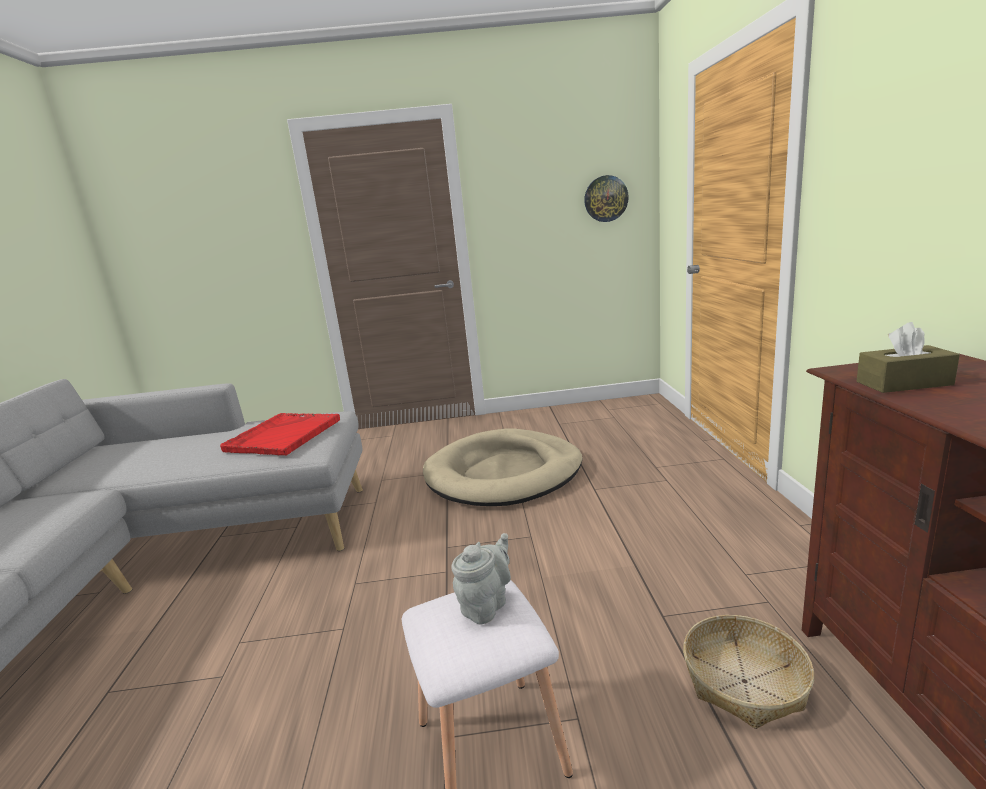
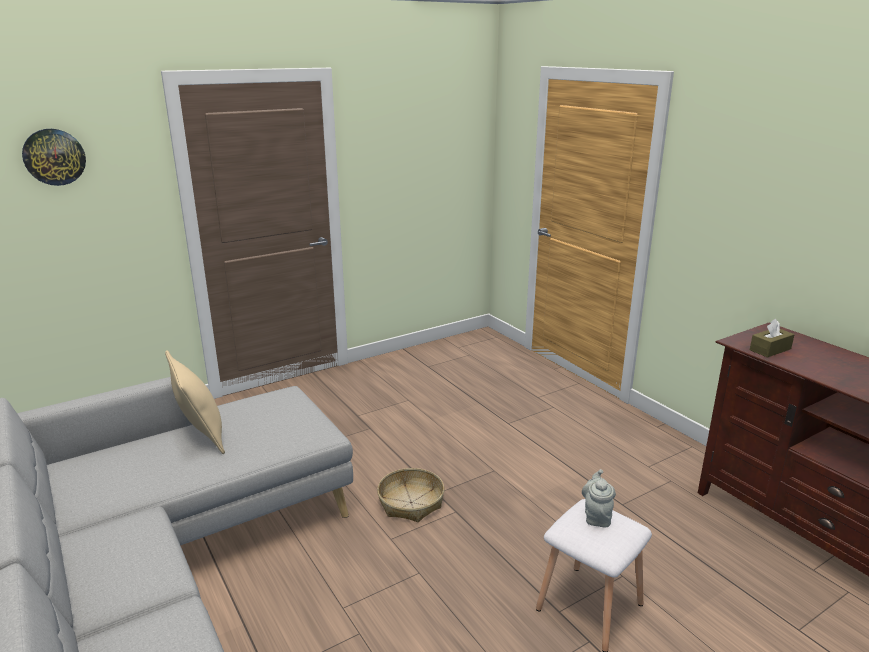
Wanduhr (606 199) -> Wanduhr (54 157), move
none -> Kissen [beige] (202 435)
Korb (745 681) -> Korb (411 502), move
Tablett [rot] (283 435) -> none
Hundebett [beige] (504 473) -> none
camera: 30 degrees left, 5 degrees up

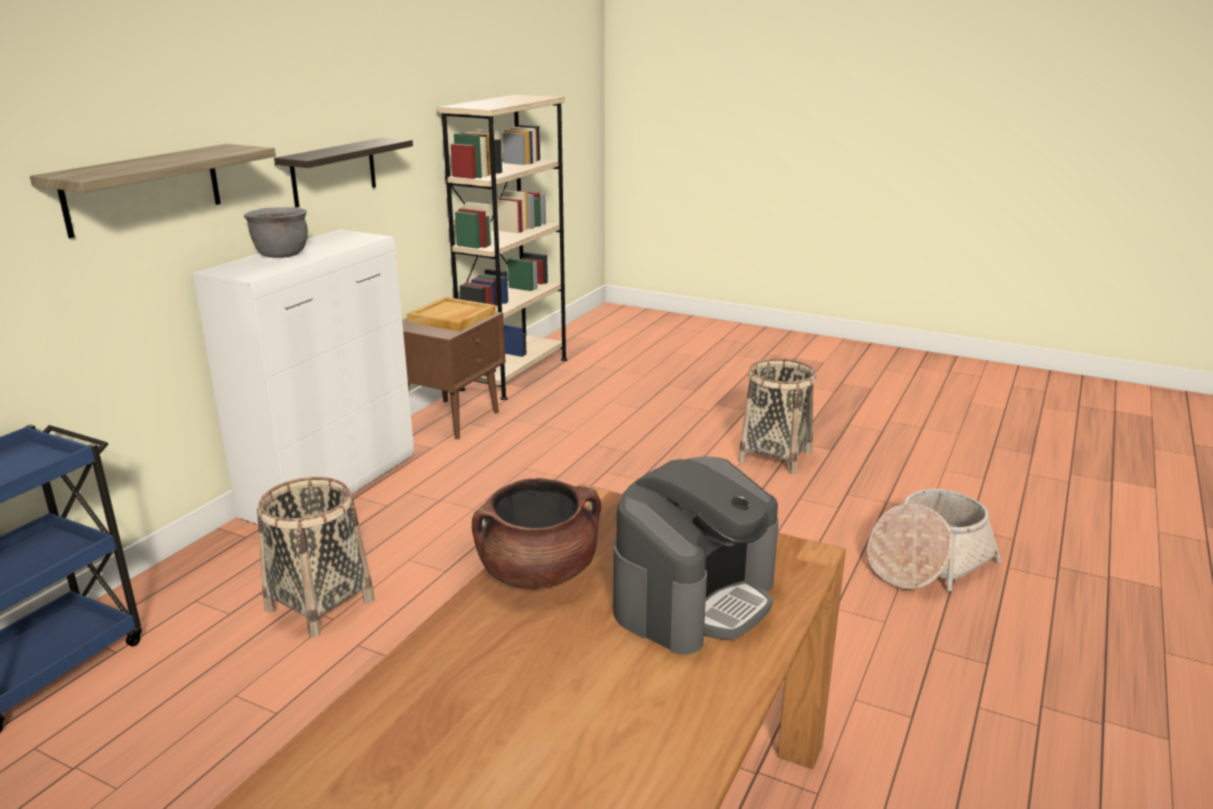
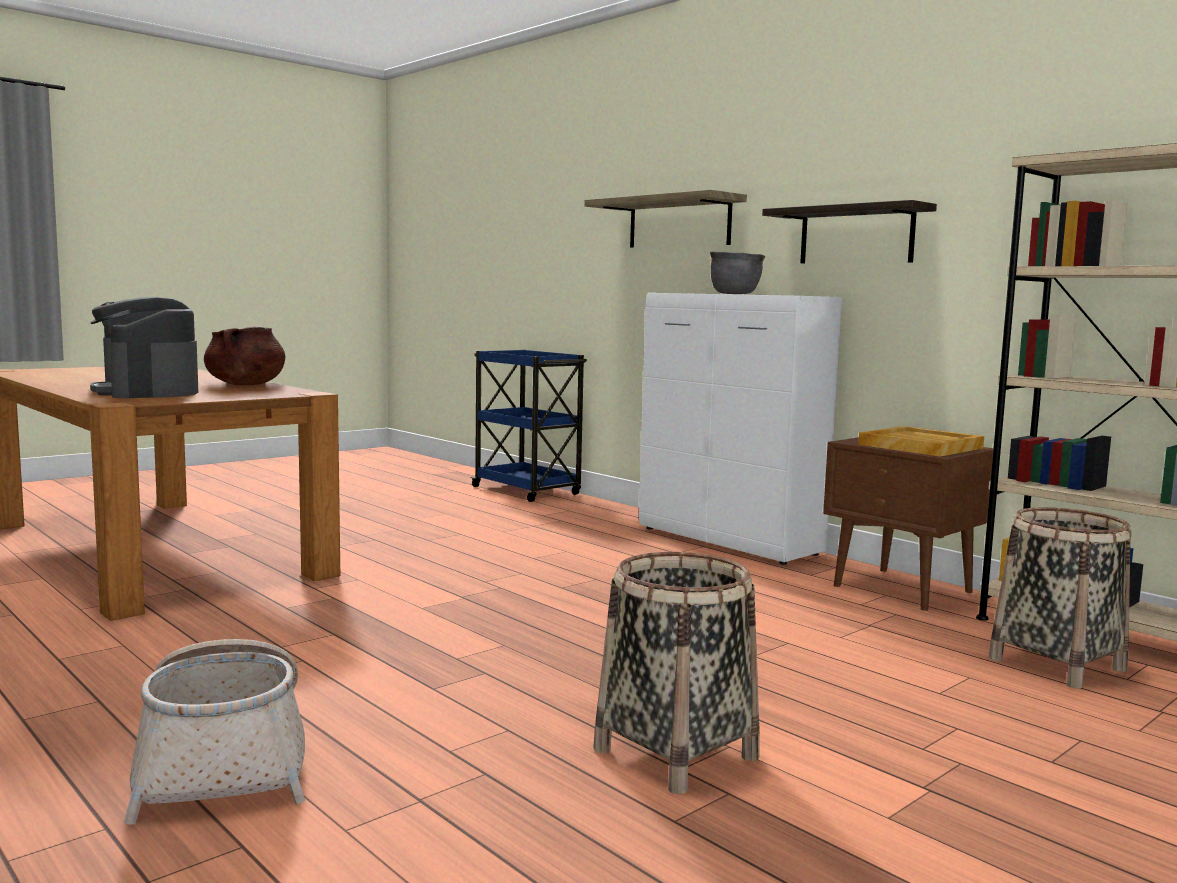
Korb (320 604) -> Korb (1057 664), move
camera: 110 degrees right, 15 degrees down

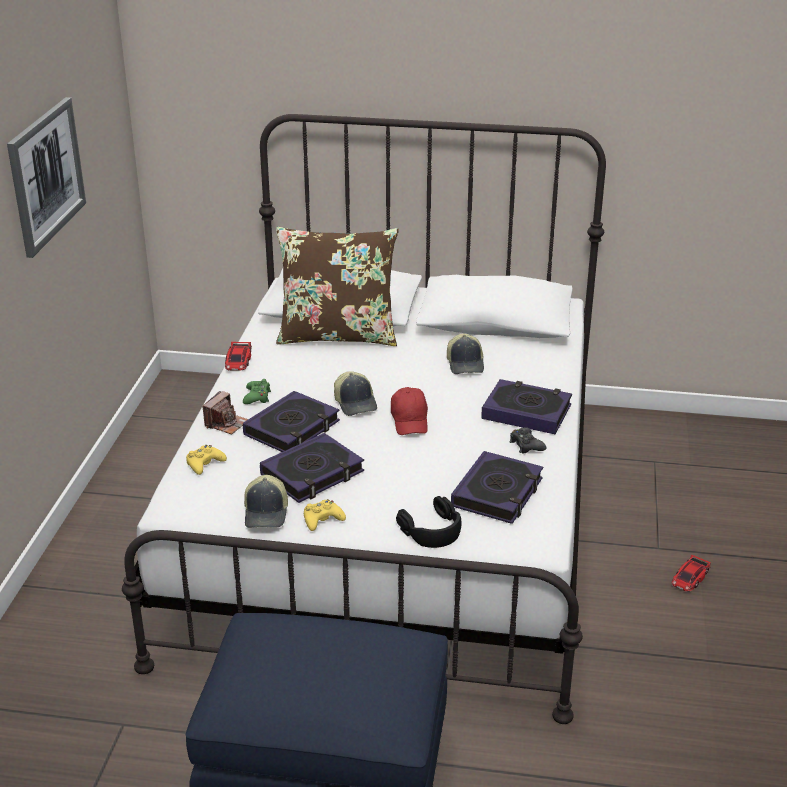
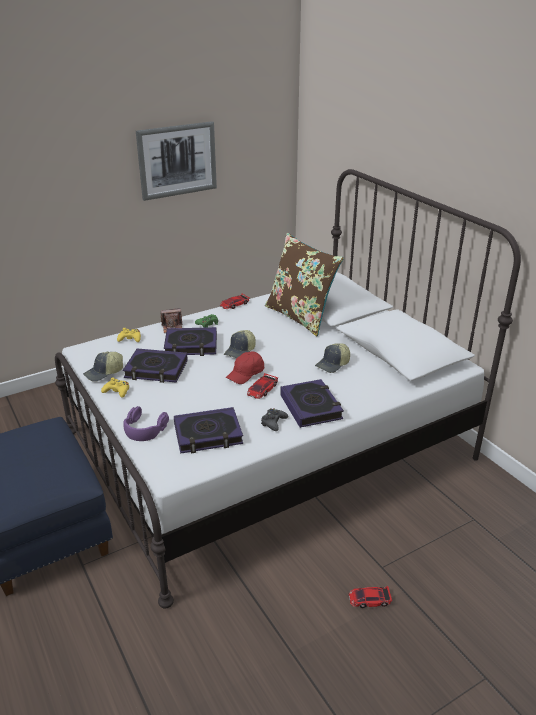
Kopfhörer [schwarz] (432 530) -> Kopfhörer [lila] (144 429)
none -> Spielzeugauto (262 389)
camera: 50 degrees right, 0 degrees up

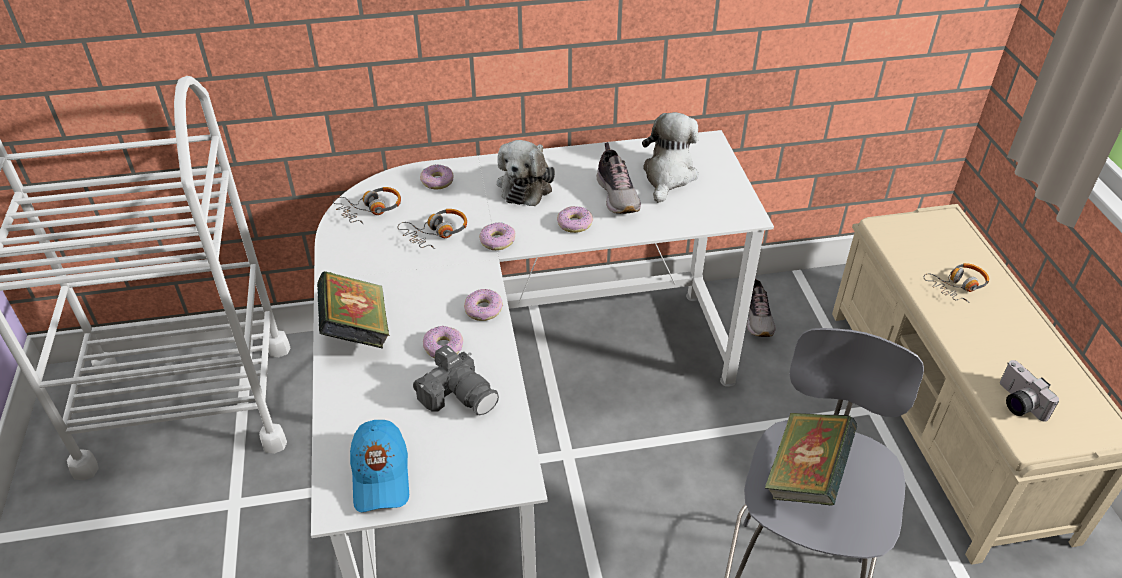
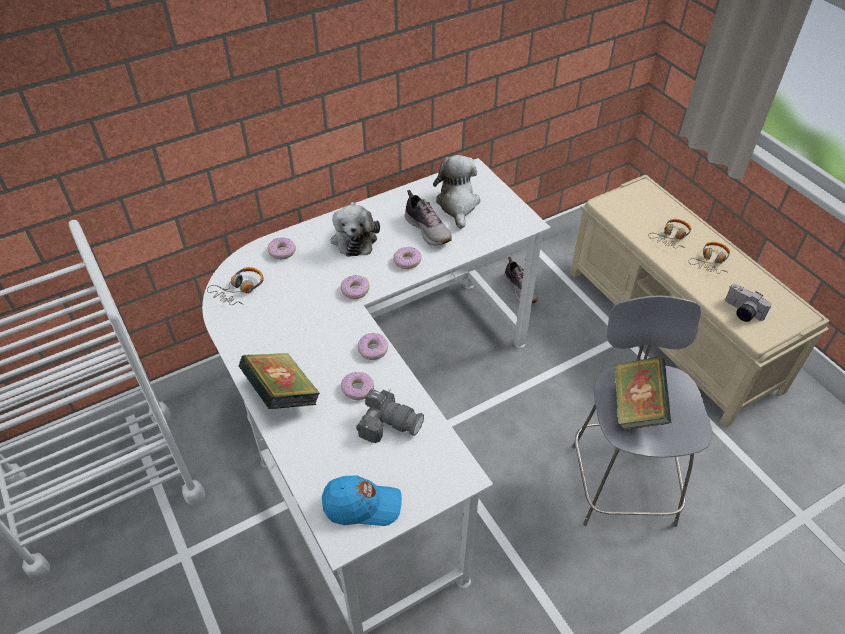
Kappe [blau] (380 475) -> Kappe [blau] (362 506), 60 degrees counterclockwise
Kopfhörer (436 233) -> Kopfhörer (710 261), move
camera: 20 degrees left, 5 degrees up

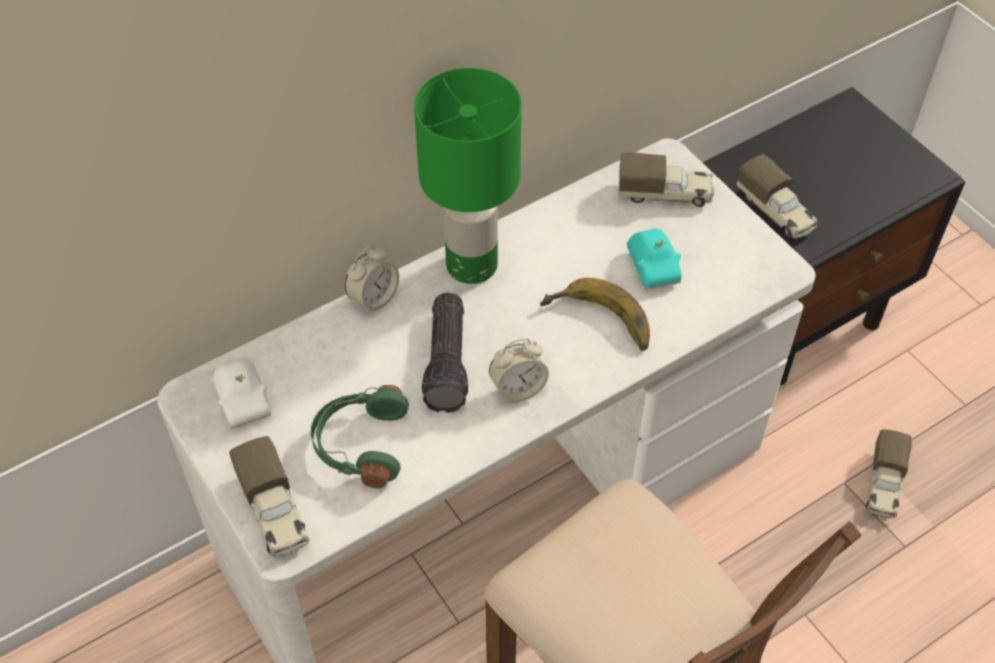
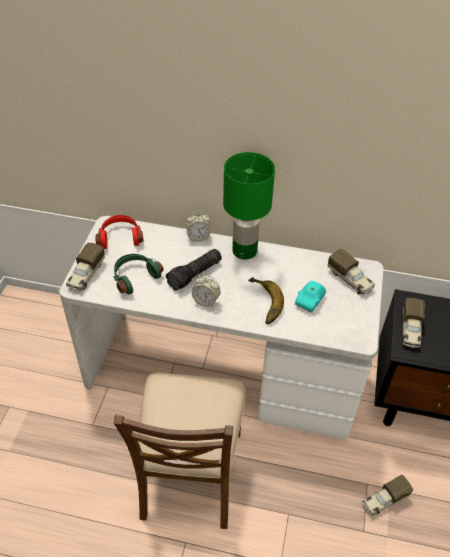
Spielzeugauto [weiß] (244 400) -> Kopfhörer [rot] (120 237)
camera: 45 degrees right, 5 degrees down

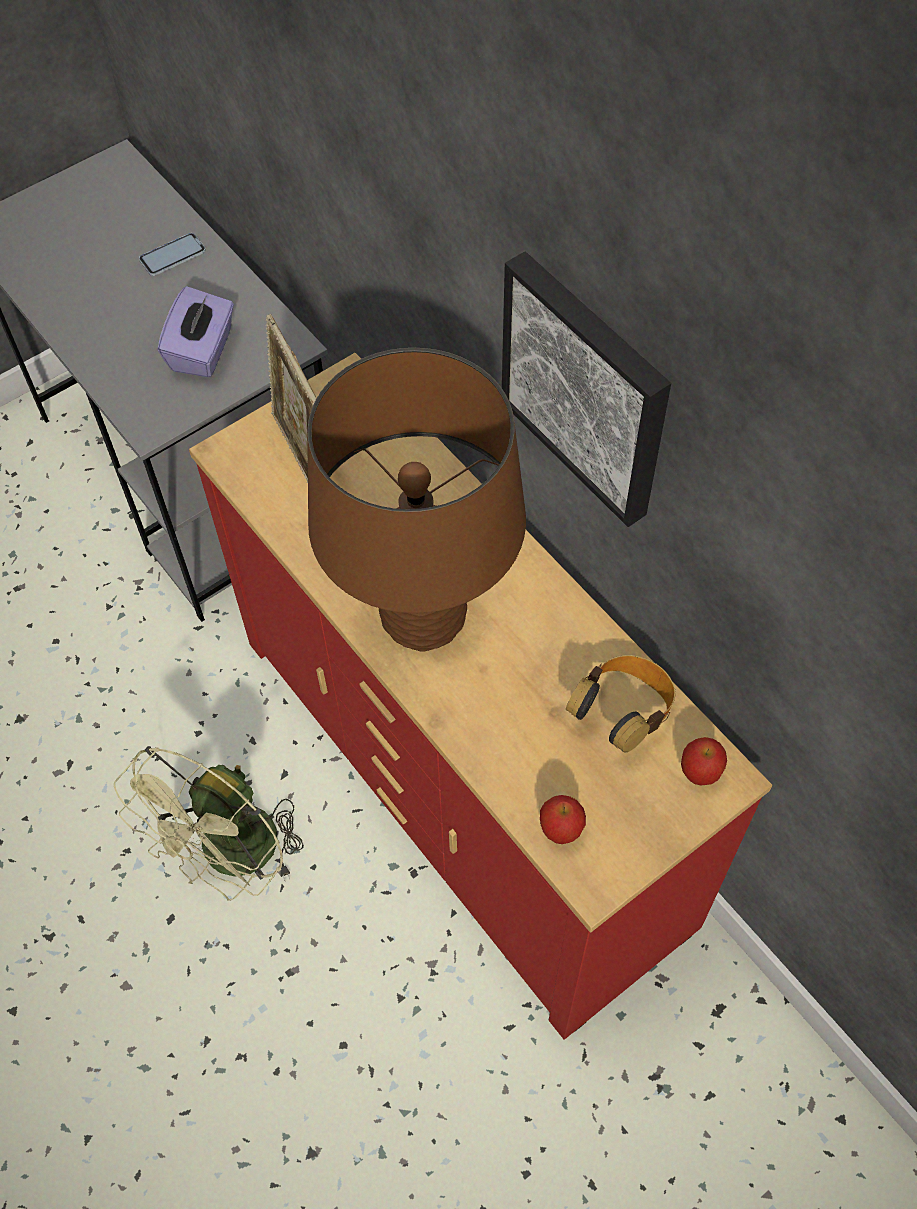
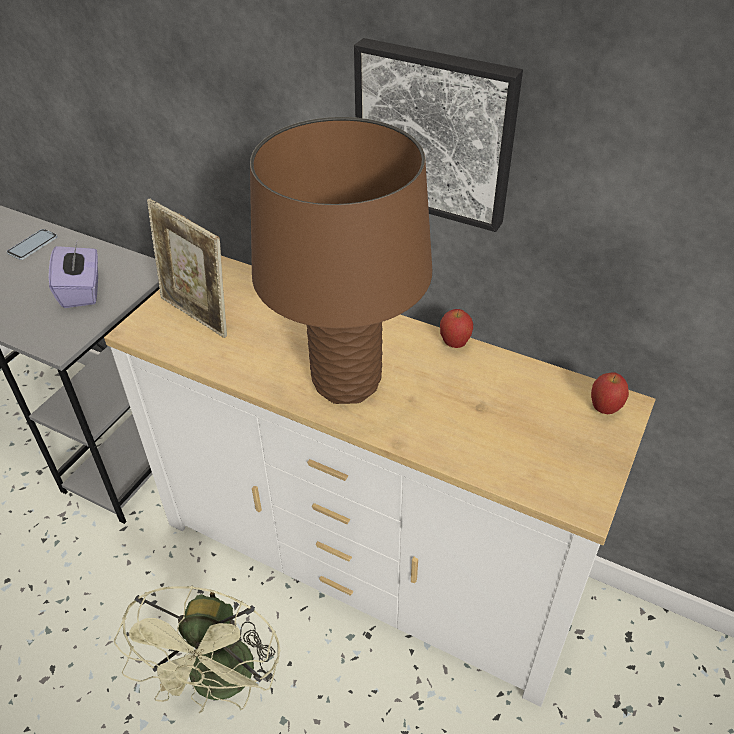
Kommode [rot] (464 777) -> Kommode [weiß] (370 554)
Apfel (560 831) -> Apfel (454 344), move
Kopfhörer (623 713) -> none
camera: 25 degrees left, 15 degrees down

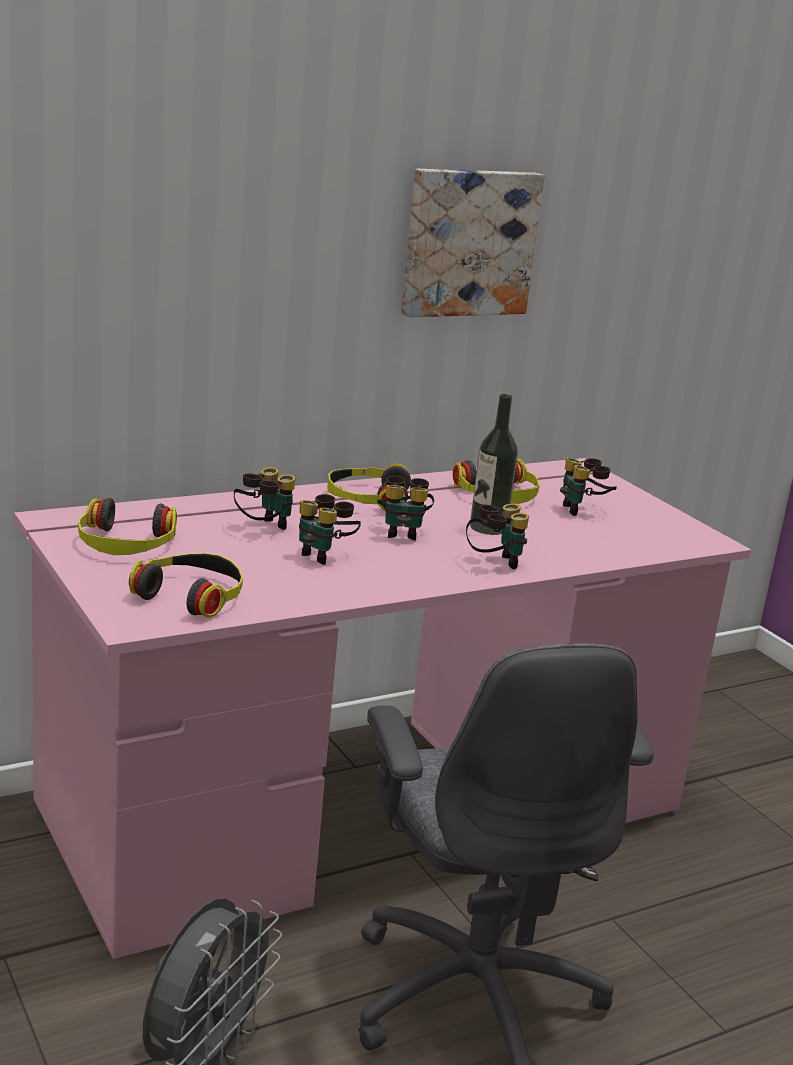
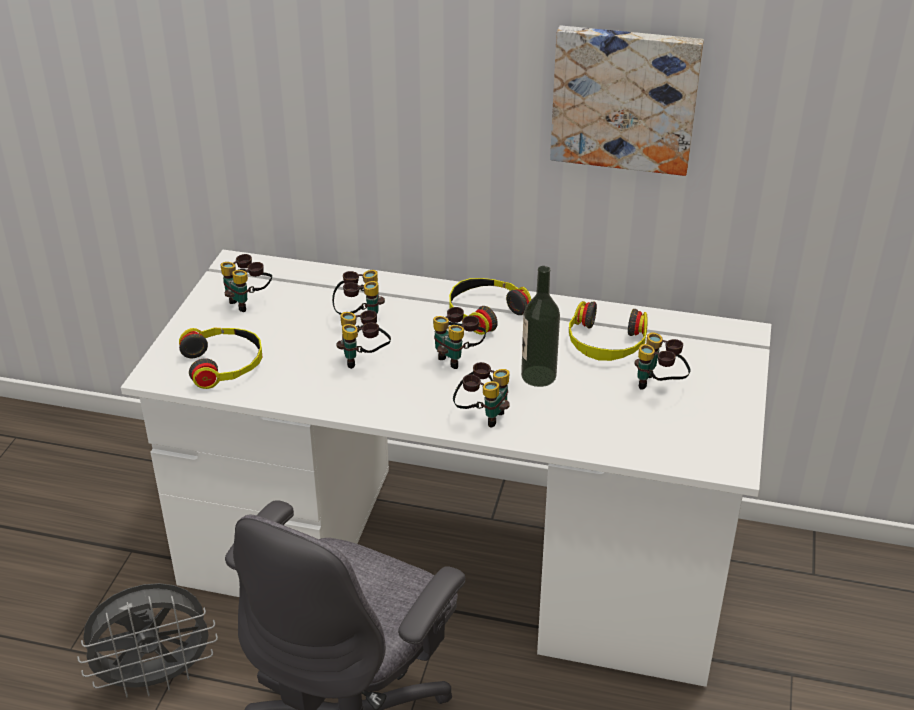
Schreibtisch [rosa] (366 808) -> Schreibtisch [weiß] (457 557)
Kopfhörer (125 544) -> Fernglas (249 302)
camera: 45 degrees right, 15 degrees up

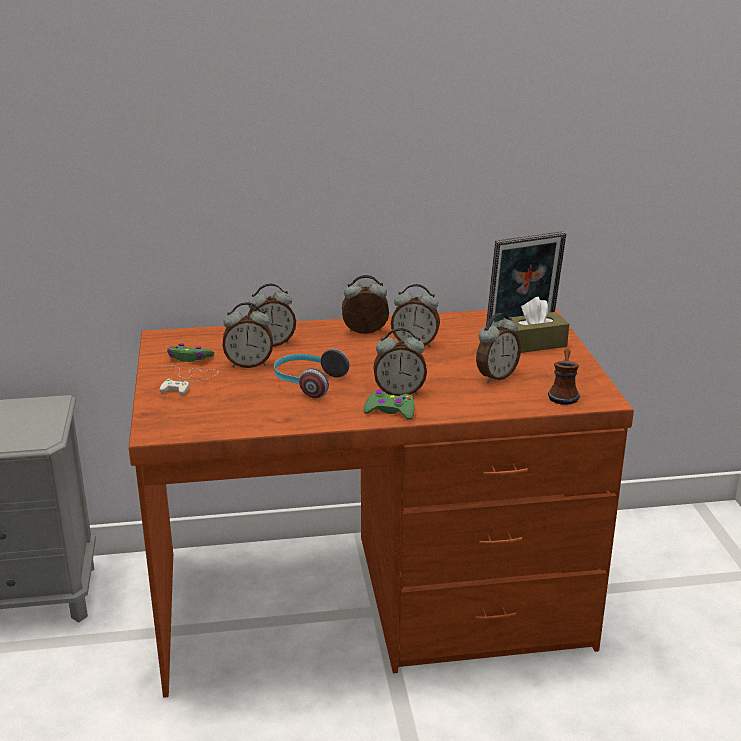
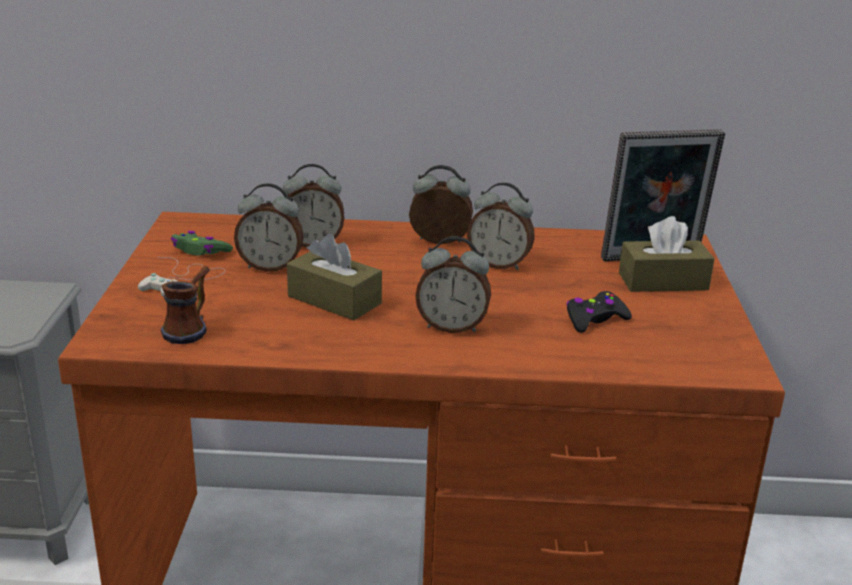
Henkelbecher (563 393) -> Henkelbecher (191 328), move
Kopfhörer (307 383) -> Taschentuchbox [braun] (334 300)
Wecker (496 376) -> Gamepad [schwarz] (595 319)
Gamepad [grün] (390 411) -> none
camera: 10 degrees right, 0 degrees up

